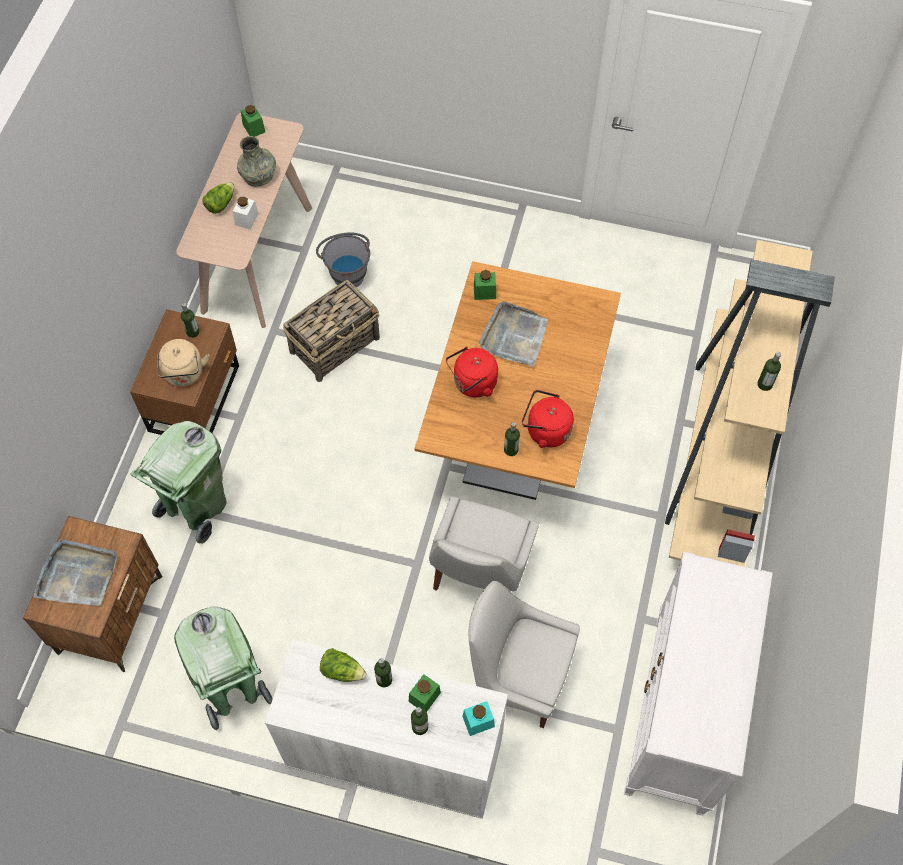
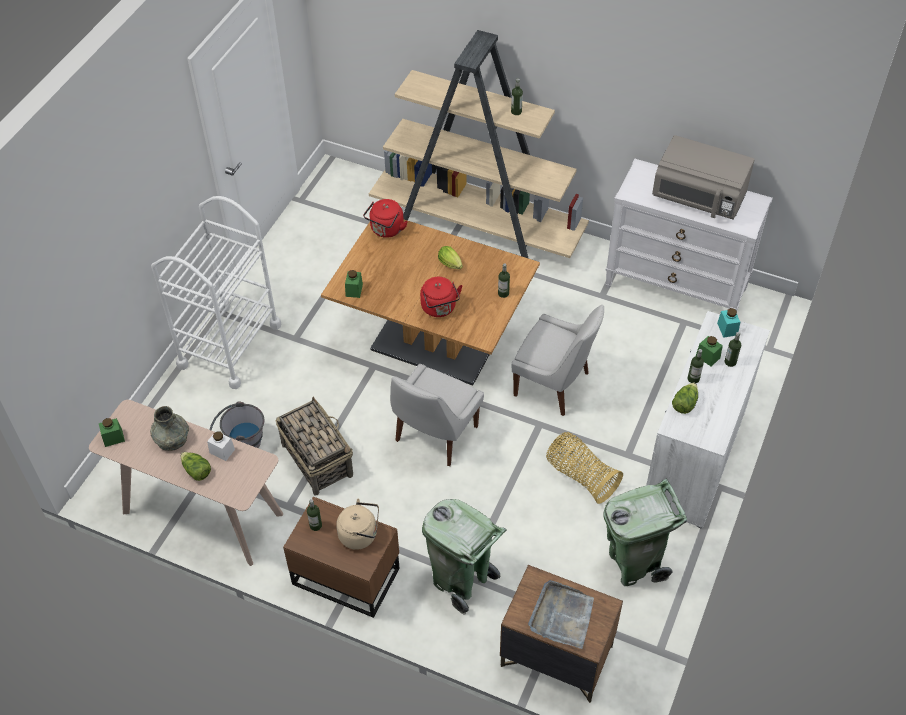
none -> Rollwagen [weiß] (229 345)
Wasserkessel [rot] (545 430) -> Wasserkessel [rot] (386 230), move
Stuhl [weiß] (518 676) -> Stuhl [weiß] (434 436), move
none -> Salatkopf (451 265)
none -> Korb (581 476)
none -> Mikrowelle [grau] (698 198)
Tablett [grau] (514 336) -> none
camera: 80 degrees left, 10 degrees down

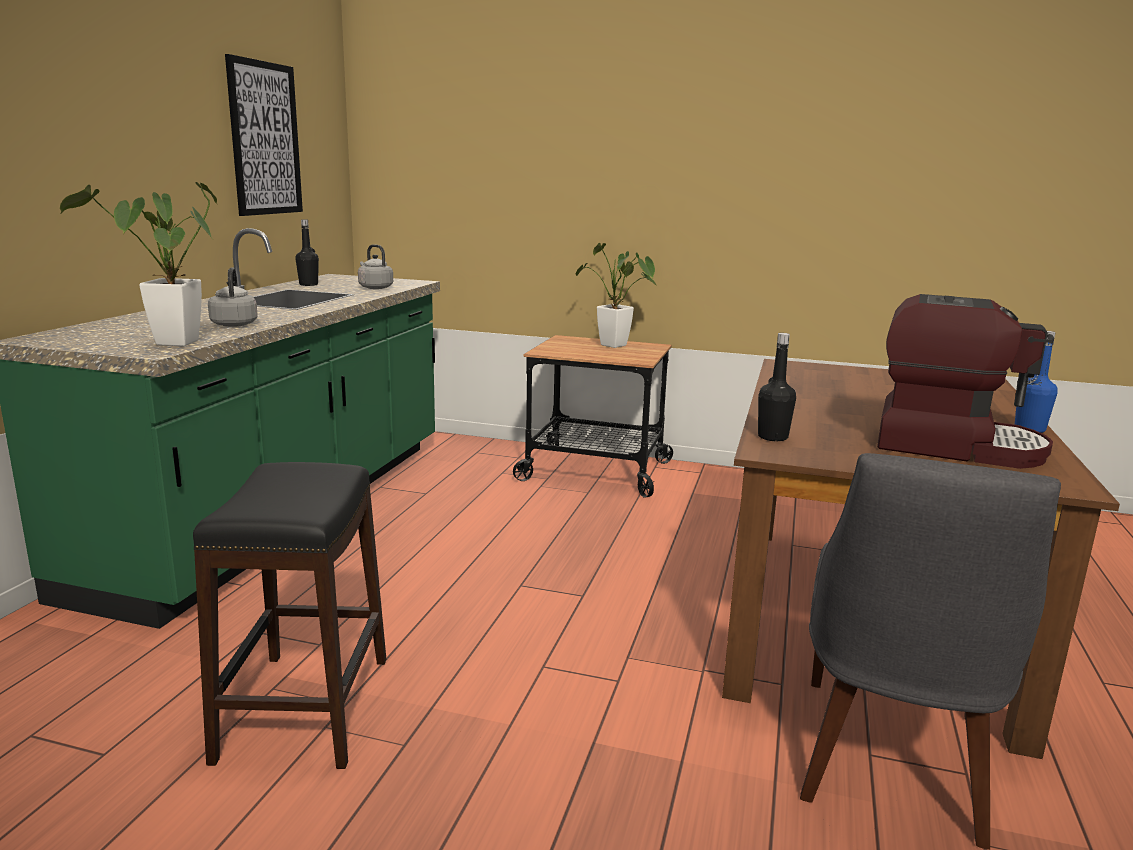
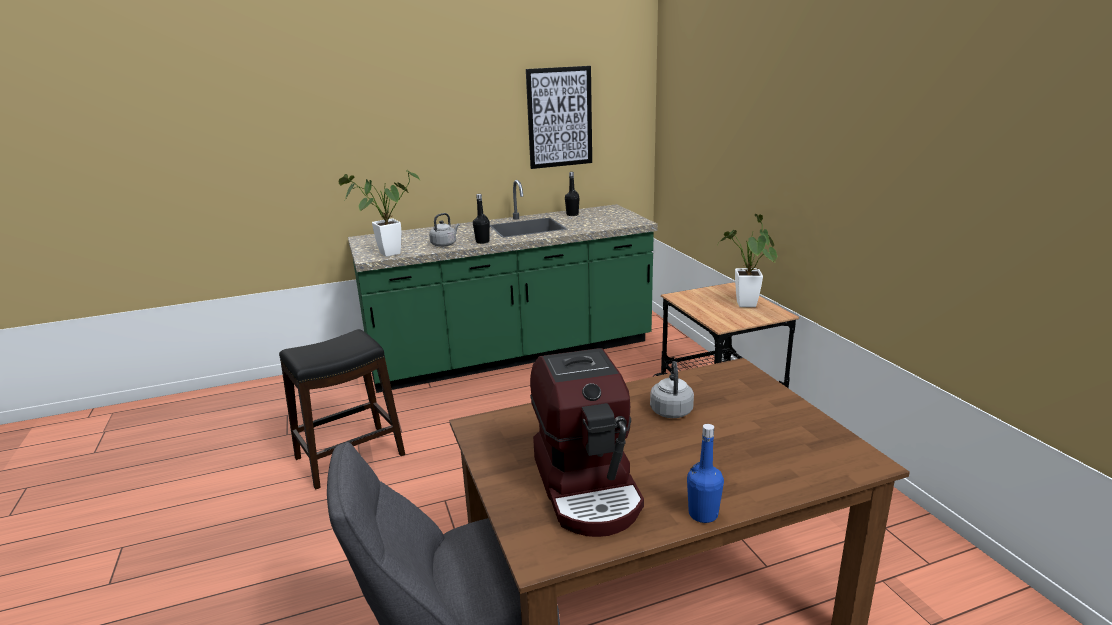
Flasche [schwarz] (772 437) -> Flasche [schwarz] (482 242), move
Wasserkessel [grau] (374 287) -> Wasserkessel [grau] (671 410), move
camera: 55 degrees right, 5 degrees up

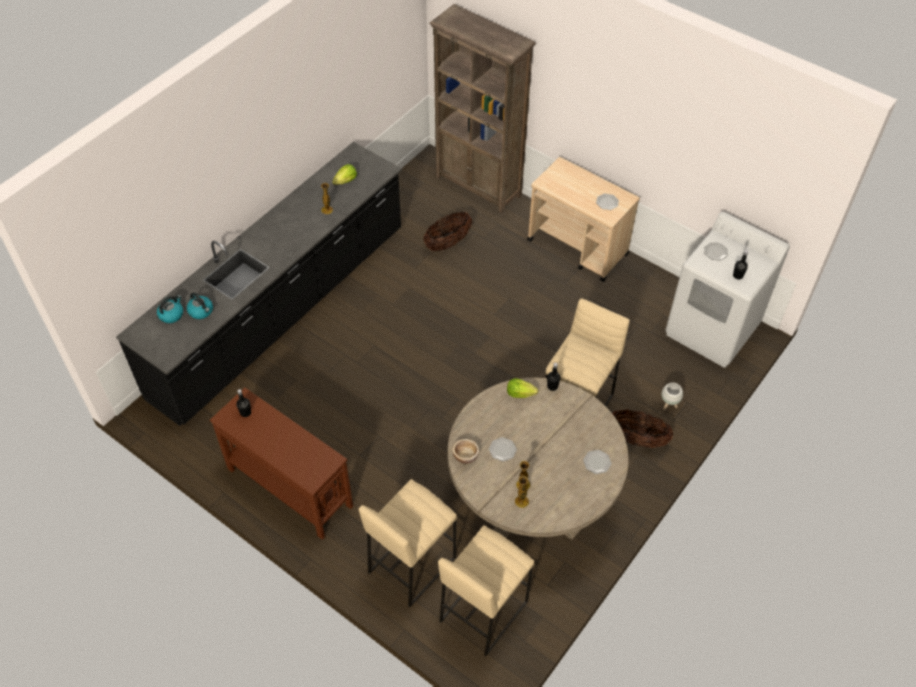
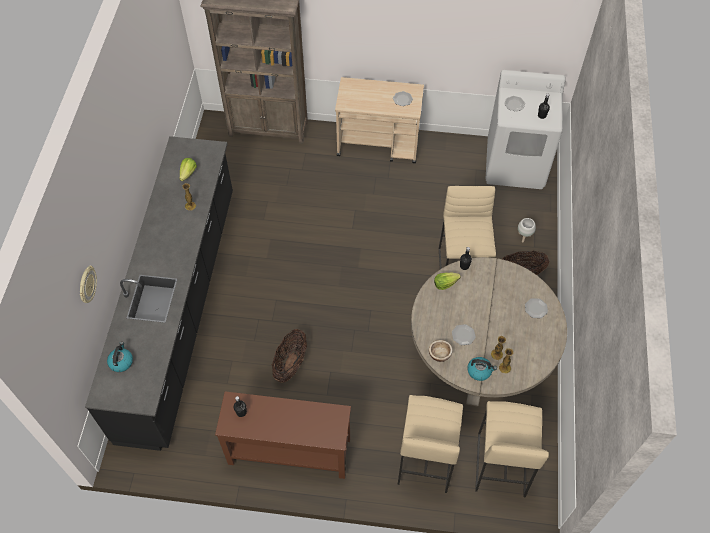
none -> Wanduhr (87 285)
Korb (447 243) -> Korb (290 363), move
Wasserkessel (201 311) -> Wasserkessel (479 371), move
camera: 30 degrees left, 5 degrees up

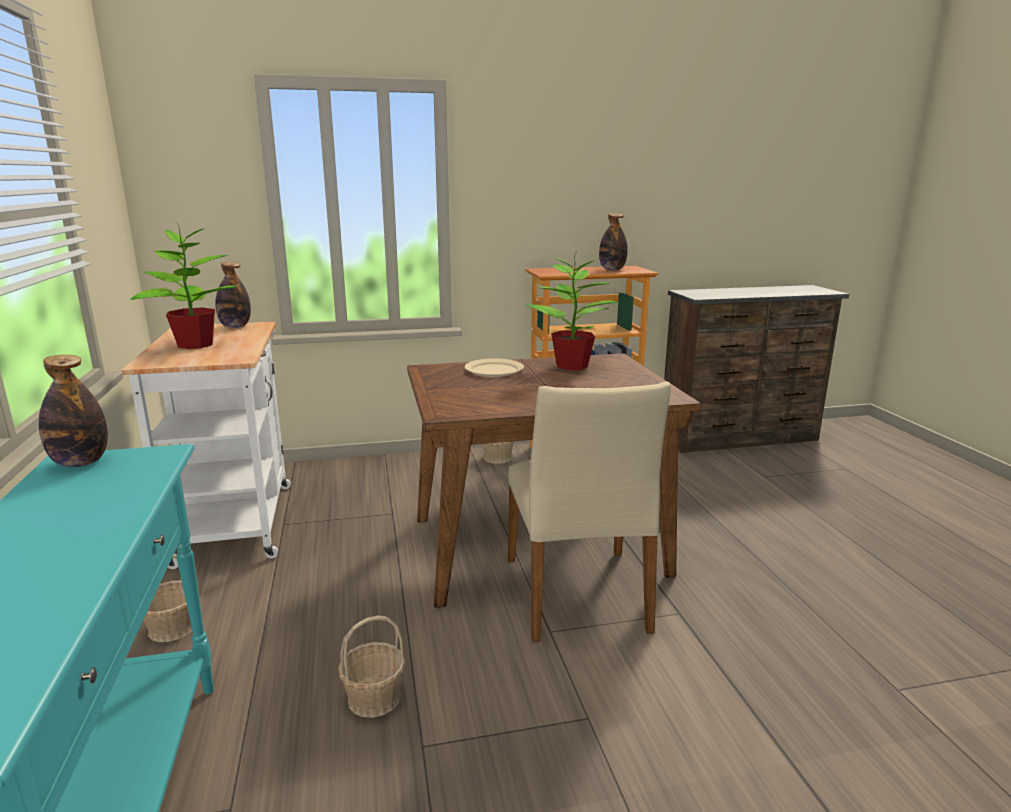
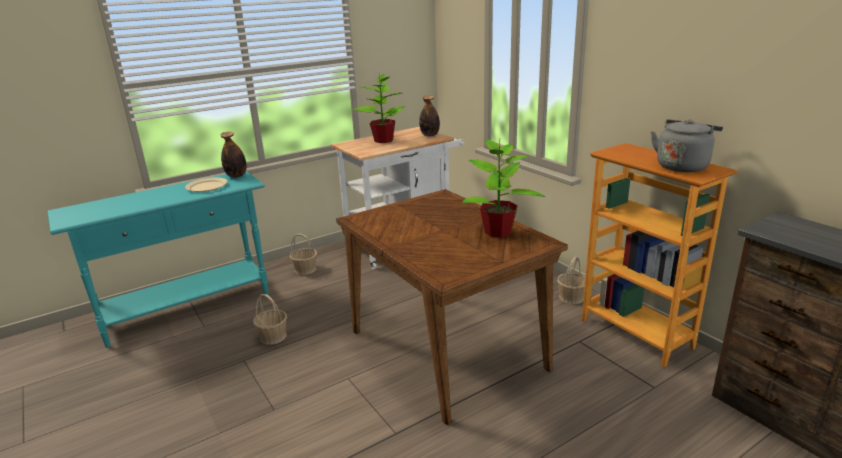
Teller [beige] (494 370) -> Teller [beige] (207 186), move
Flasche (612 269) -> Wasserkessel [grau] (682 166)
Stuhl [beige] (578 594) -> none
camera: 70 degrees right, 5 degrees up

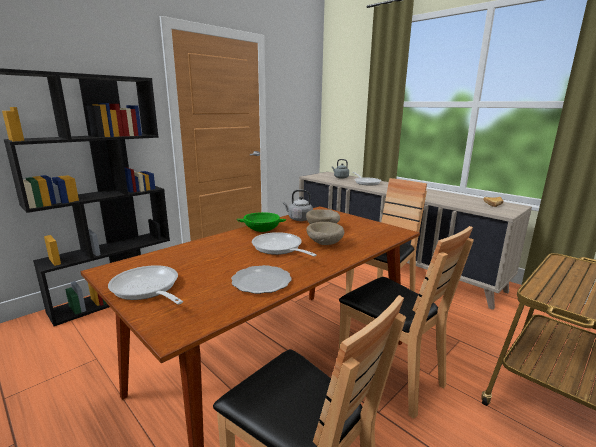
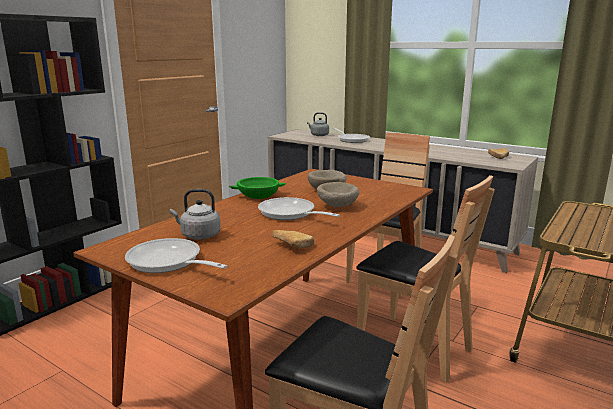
Wasserkessel [grau] (299 219) -> Wasserkessel [grau] (198 235), move
Teller (262 281) -> Brot (290 246)
camera: 10 degrees left, 0 degrees up

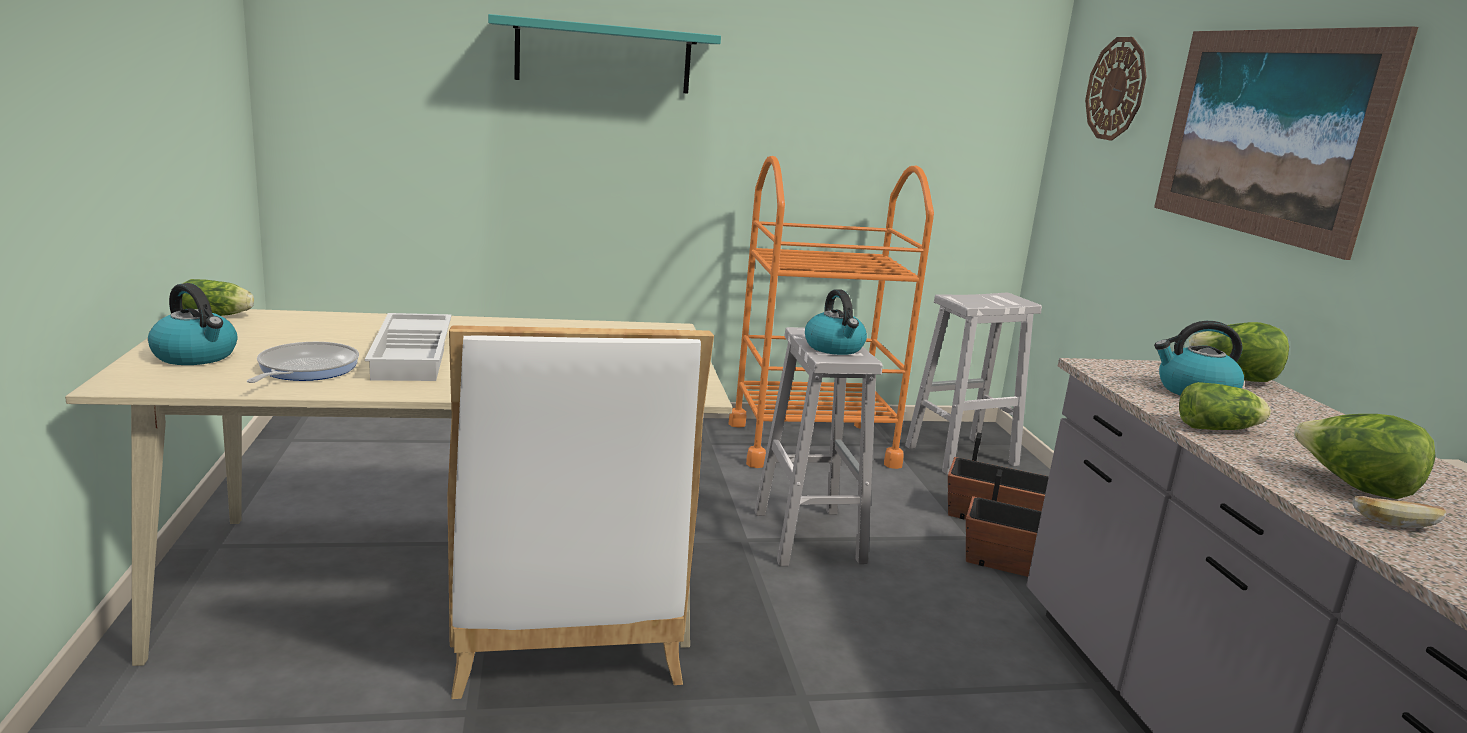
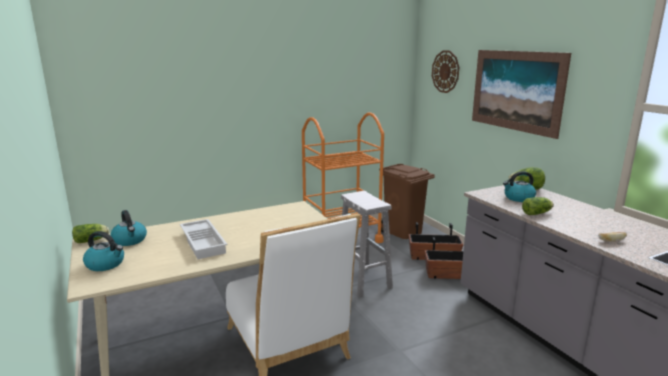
Wasserkessel (834 348) -> Wasserkessel (130 240), move
Hocker [weiß] (960 456) -> Mülleimer [braun] (402 231)
Pfanne (305 369) -> none
Wandregal [türkis] (603 56) -> none
Salatkopf (1354 487) -> none
camera: 15 degrees left, 0 degrees up

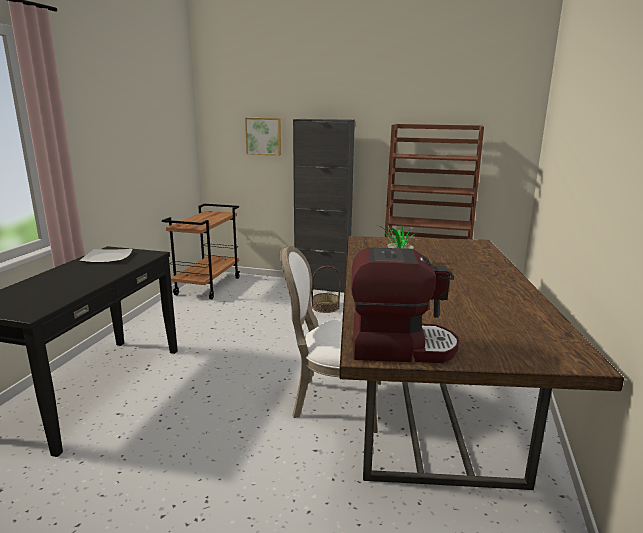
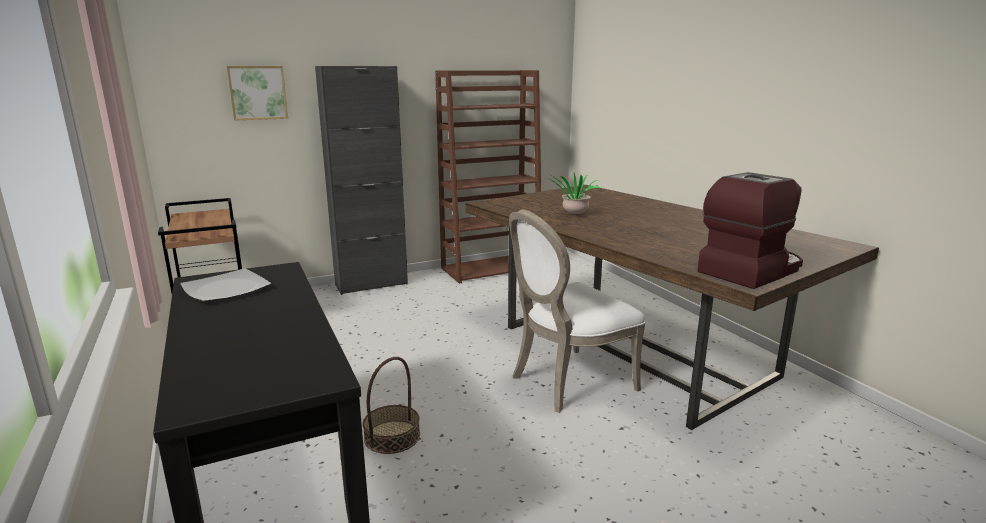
Korb (325 307) -> Korb (392 437), move
camera: 40 degrees left, 0 degrees up

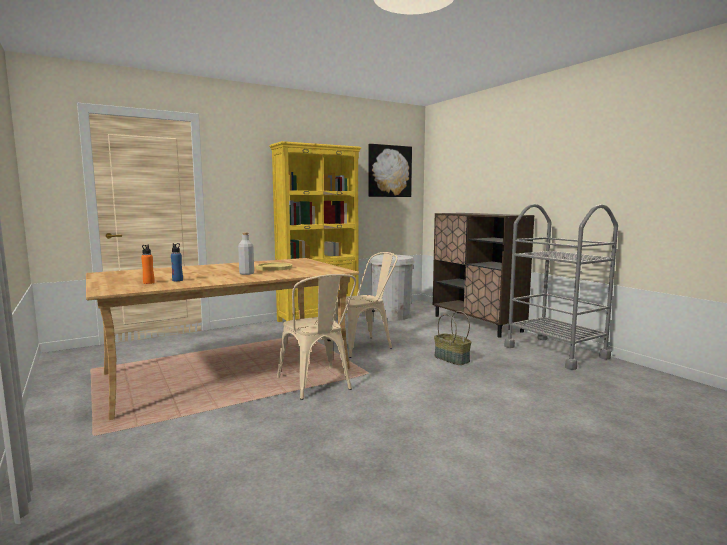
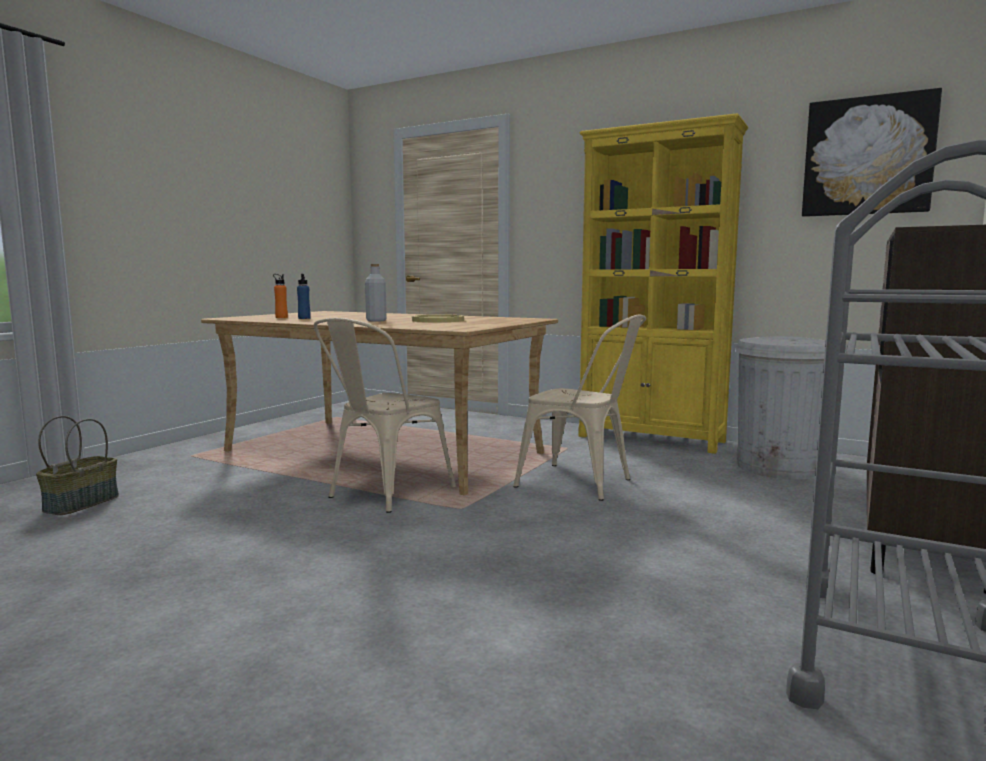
Korb (451 359) -> Korb (81 503), move
camera: 60 degrees right, 0 degrees up

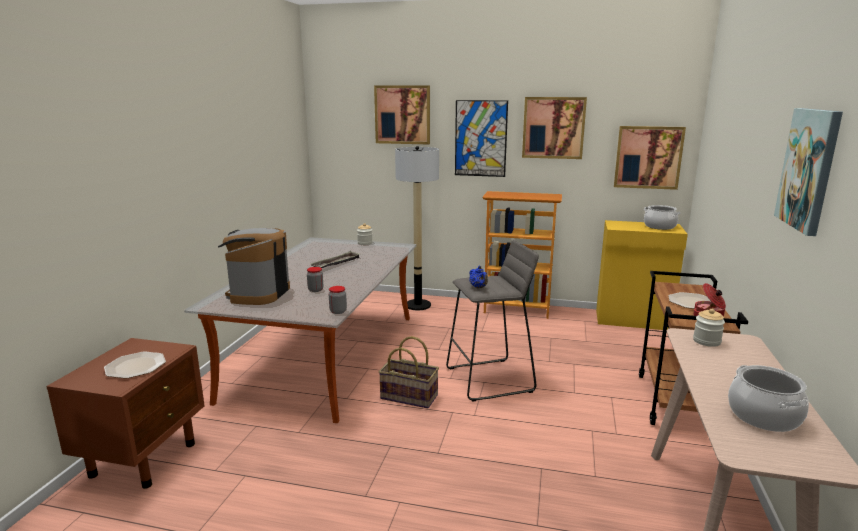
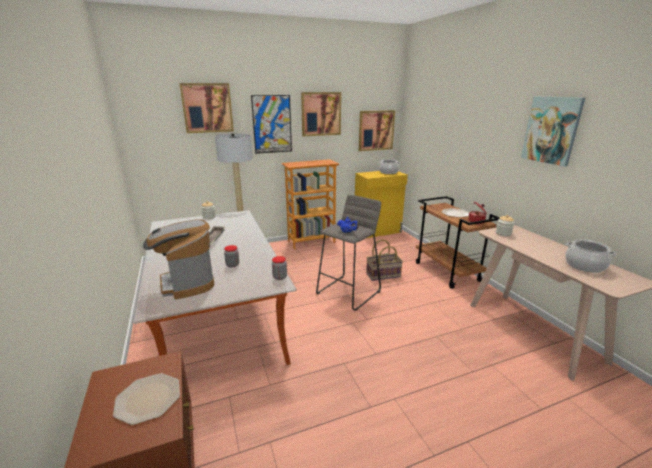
Korb (409 396) -> Korb (383 275), move
camera: 35 degrees left, 5 degrees up

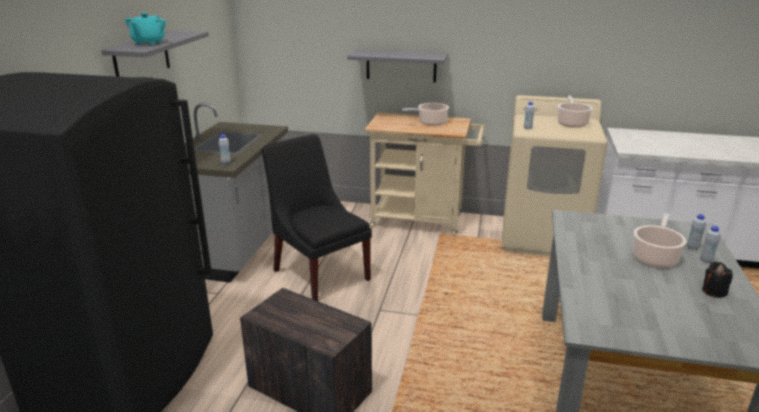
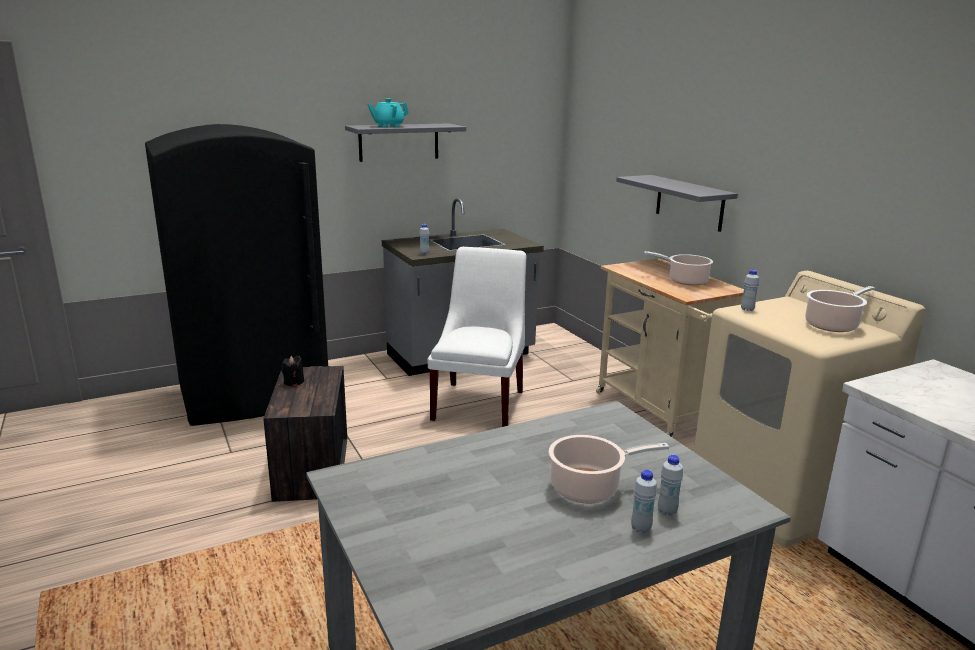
Kerze [schwarz] (714 291) -> Kerze [schwarz] (293 382), move
Stuhl [schwarz] (319 272) -> Stuhl [weiß] (480 402)
camera: 50 degrees right, 5 degrees down

